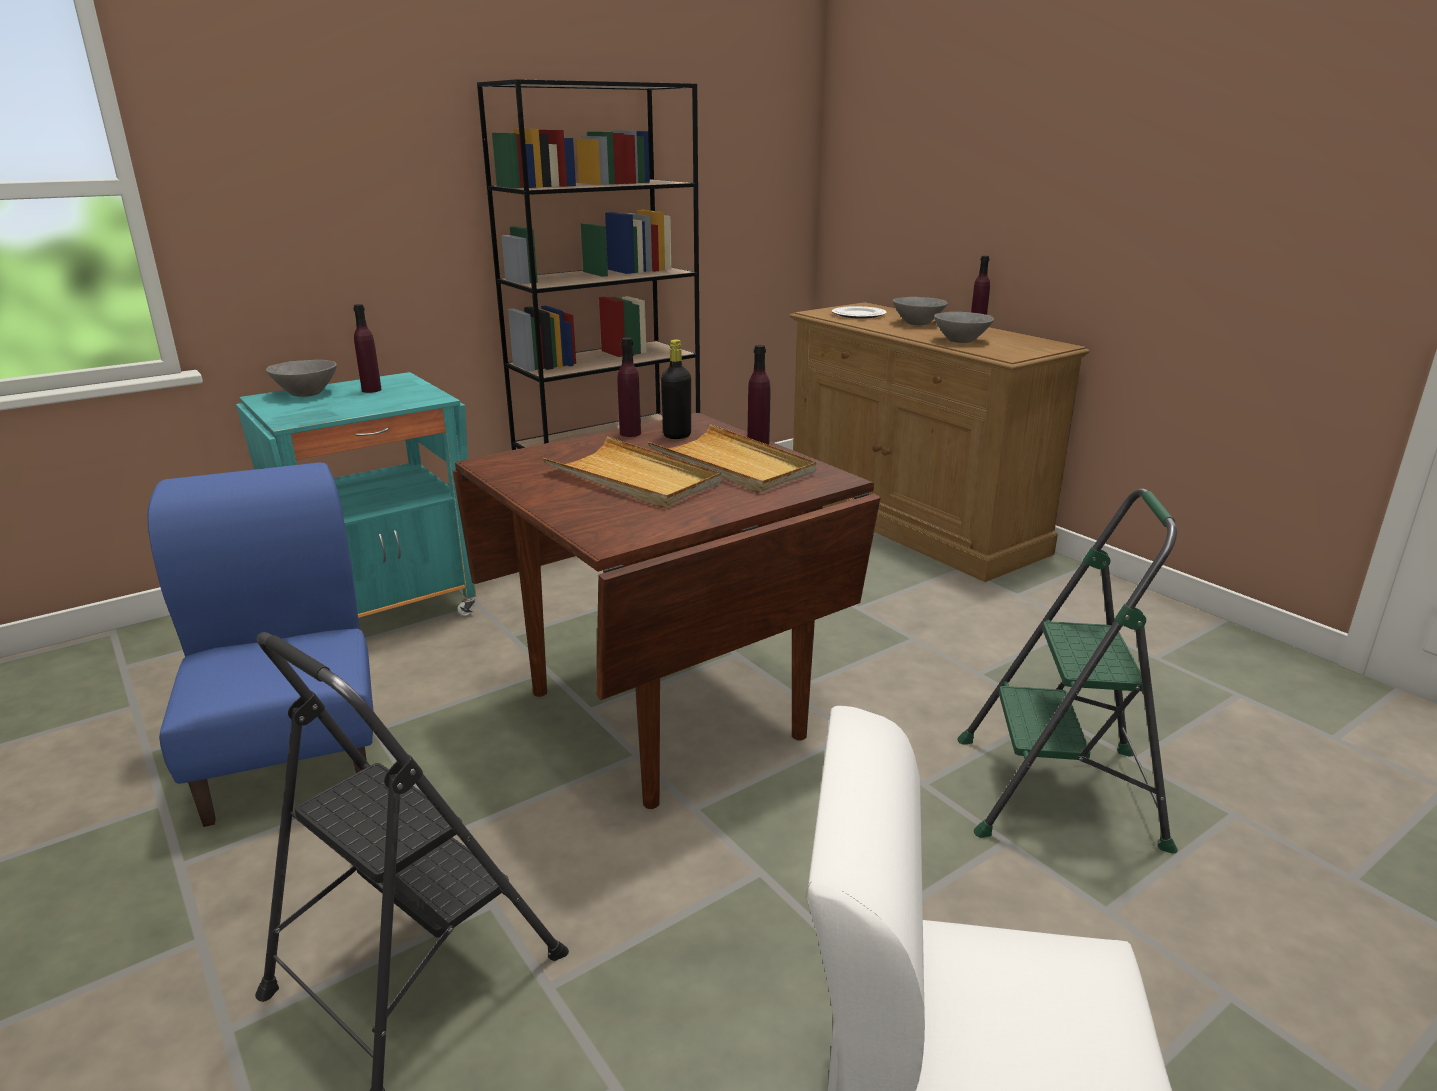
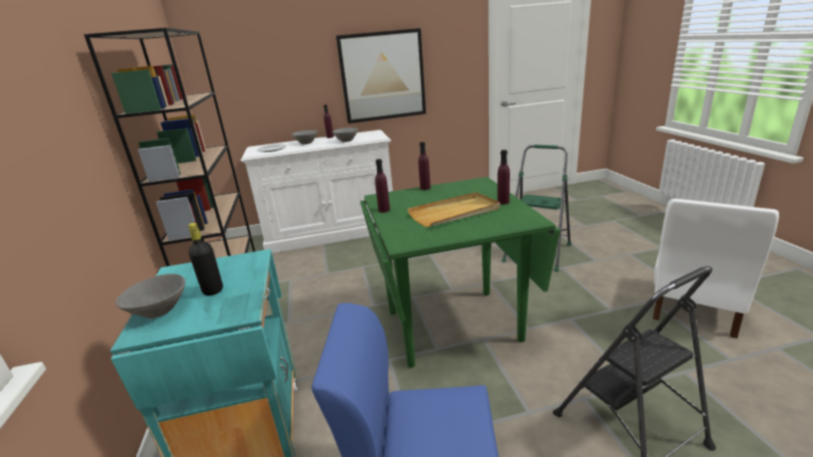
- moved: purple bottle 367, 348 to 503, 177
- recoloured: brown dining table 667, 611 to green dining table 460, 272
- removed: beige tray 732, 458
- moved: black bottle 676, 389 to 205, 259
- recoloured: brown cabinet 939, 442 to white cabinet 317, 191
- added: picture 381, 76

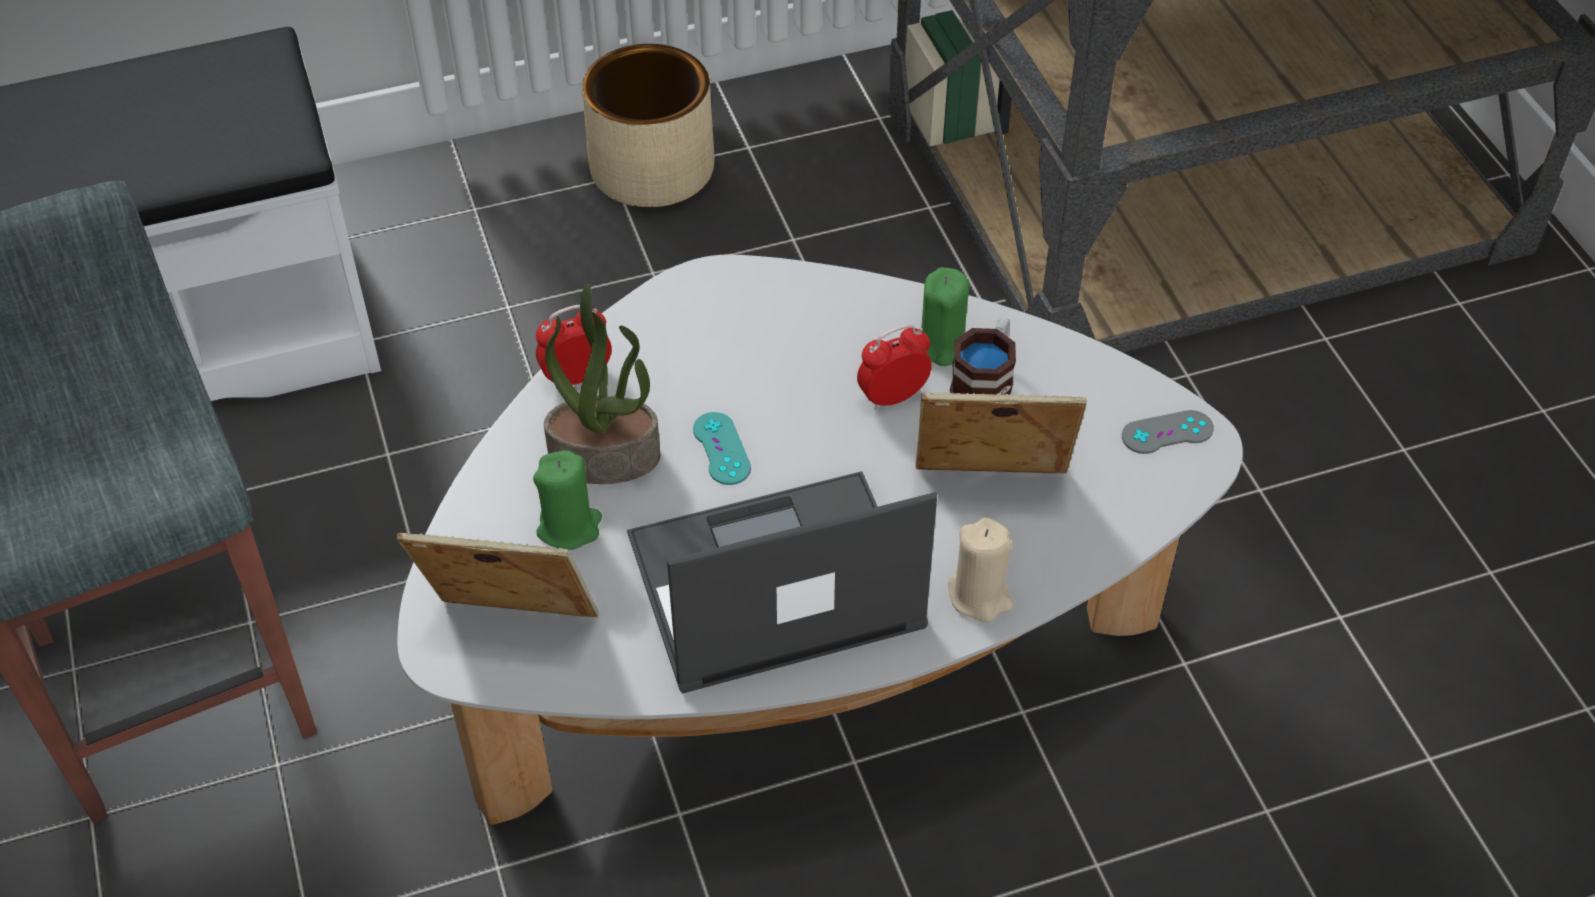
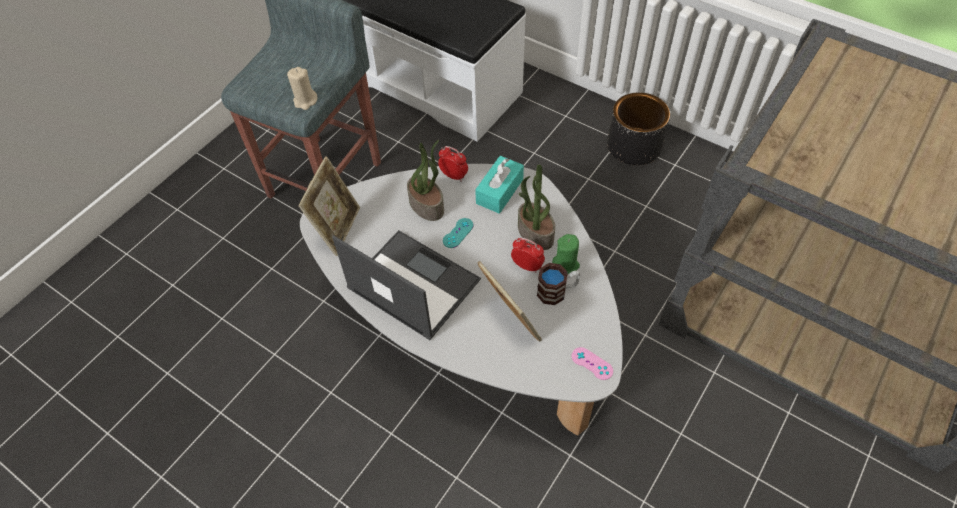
- turned: picture frame 498, 575 = 329, 206 45 degrees clockwise
- removed: green candle 567, 500
- recoloured: beige planter 648, 126 to black planter 638, 128
- moved: beige candle 981, 569 to 302, 88
- recoloured: grey game controller 1168, 432 to pink game controller 592, 363
- added: turquoise tissue box 499, 185
- added: potted plant 536, 207

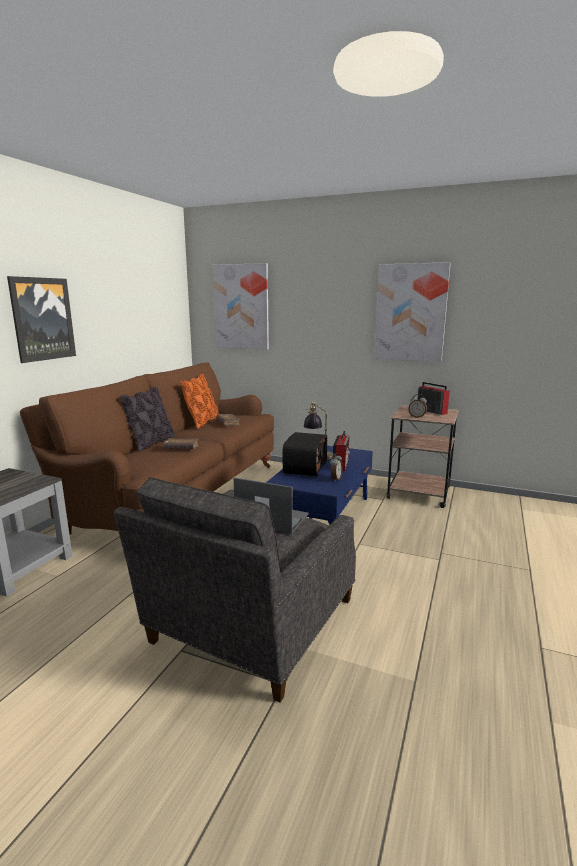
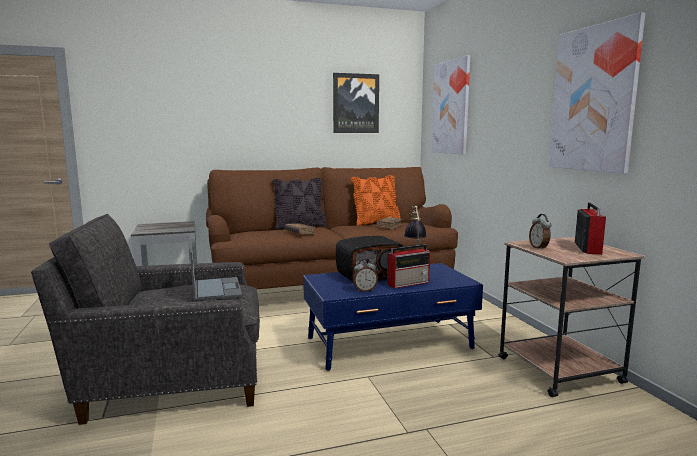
- moved: picture 41, 319 to 356, 103

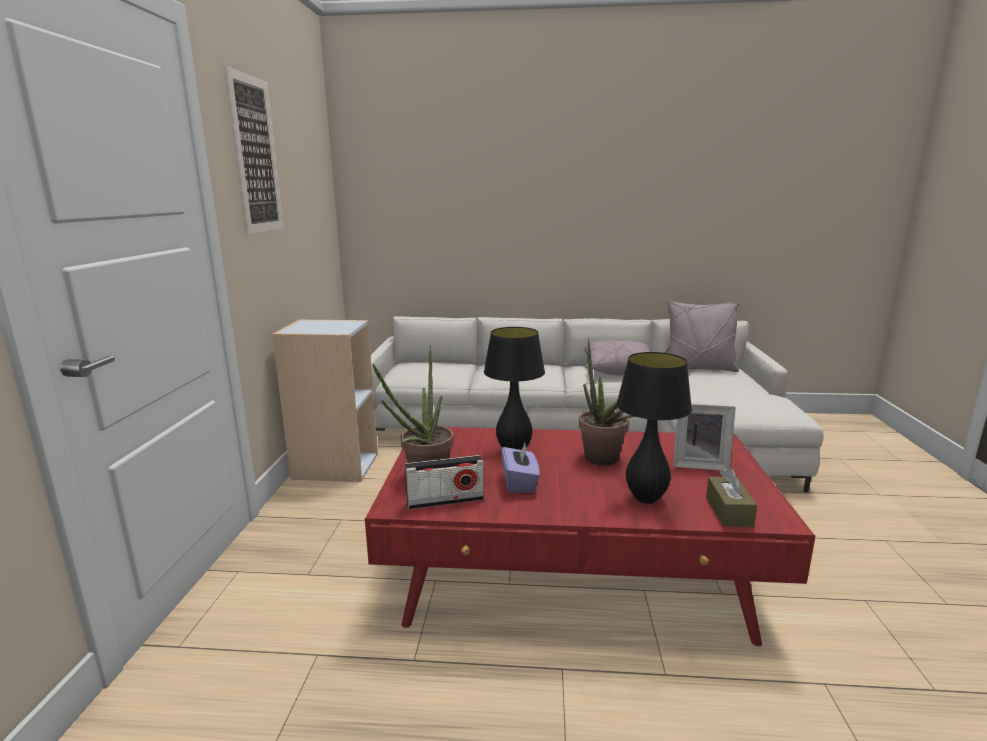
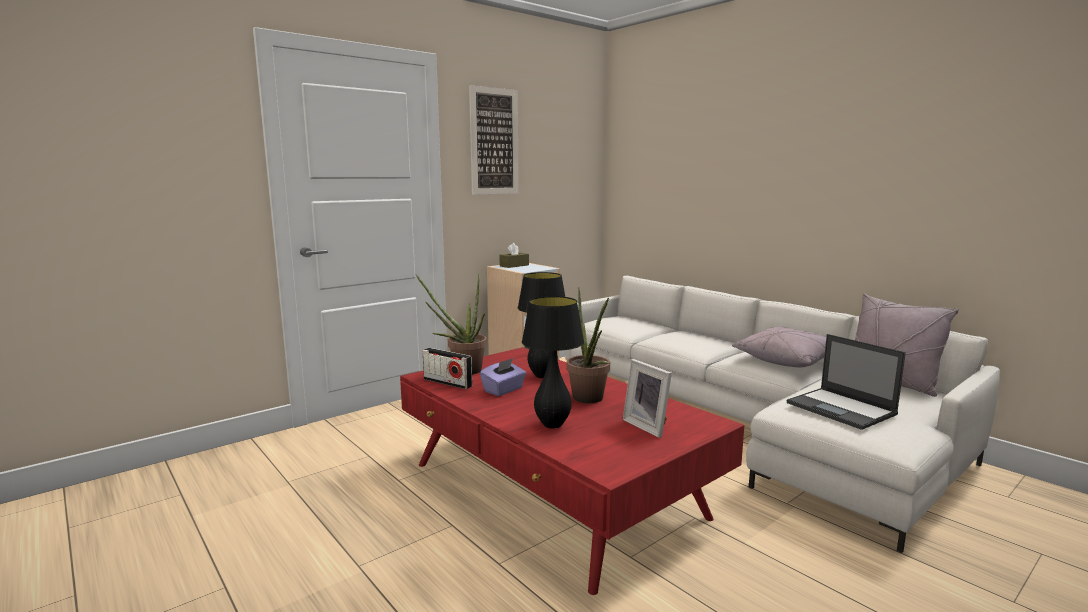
- moved: brown tissue box 731, 497 to 514, 255
- added: laptop 846, 382

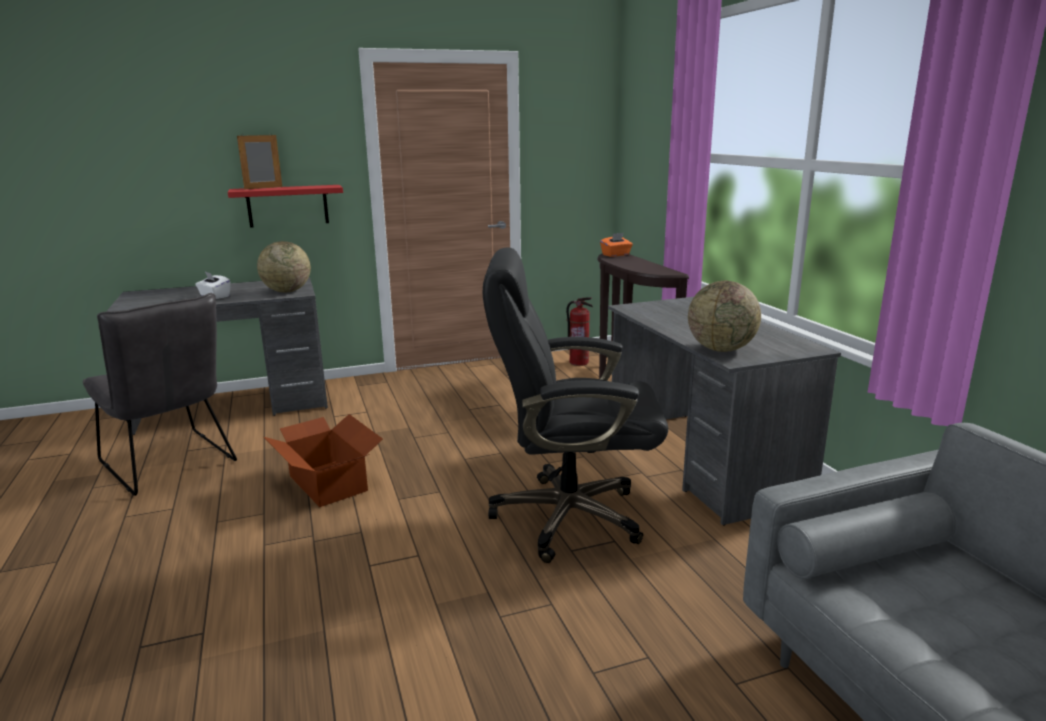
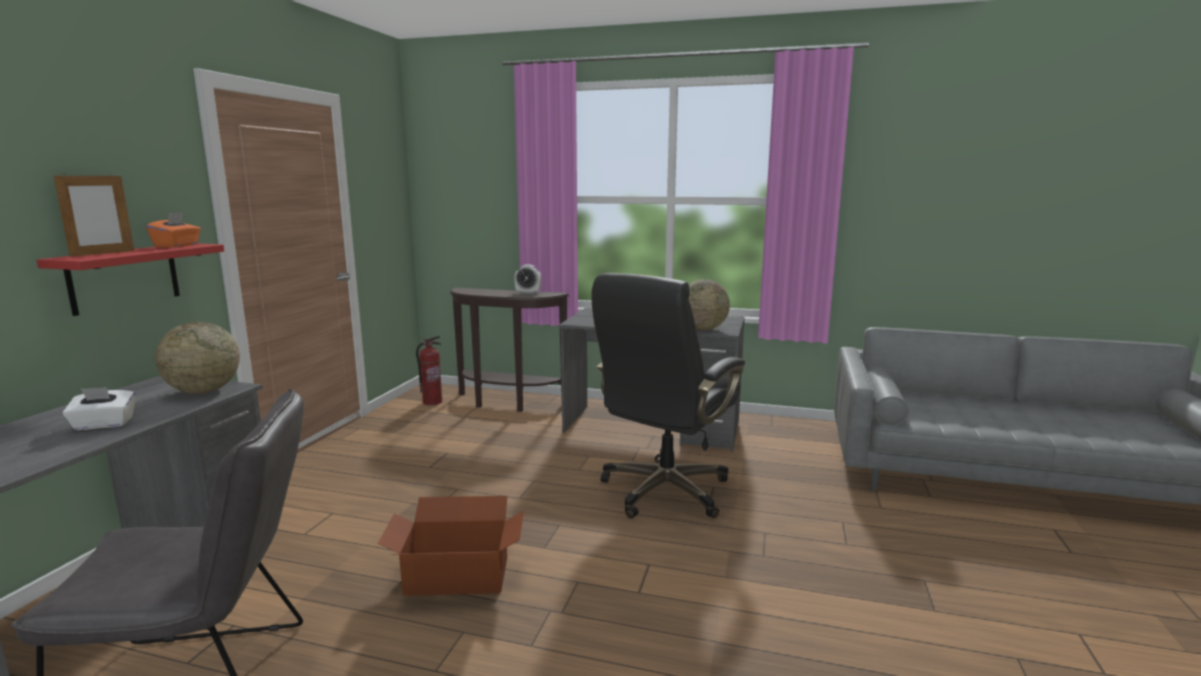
- turned: picture frame 259, 162 = 94, 215 150 degrees counterclockwise
- moved: orange tissue box 616, 245 to 173, 229
- added: alarm clock 527, 279

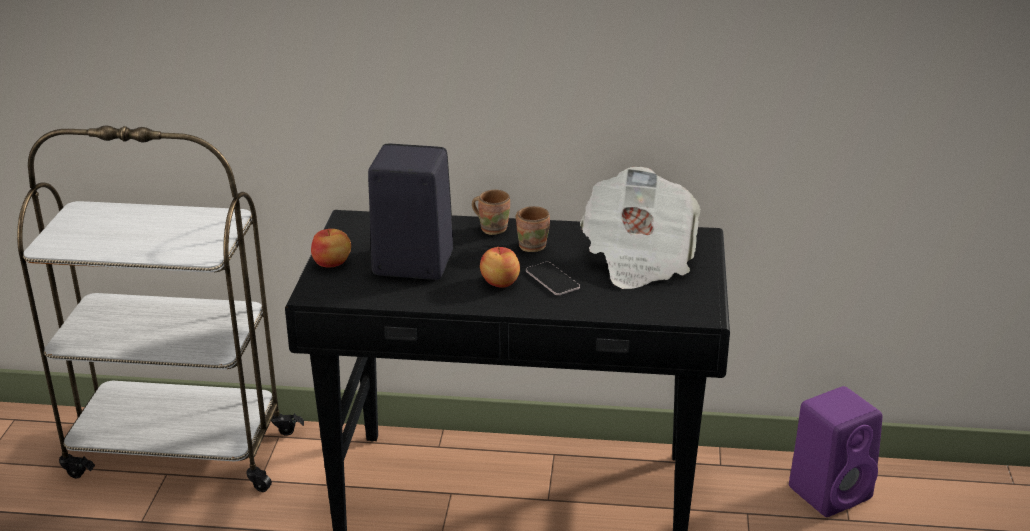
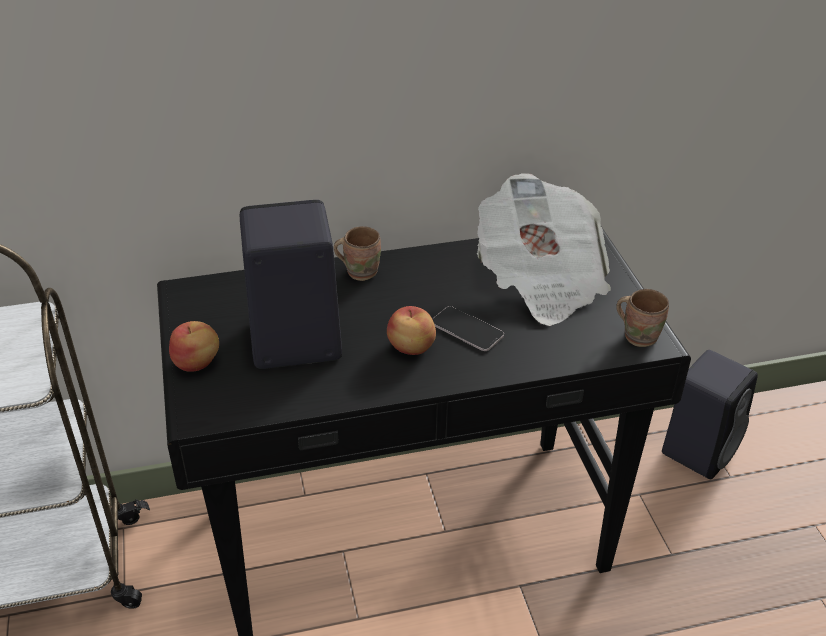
- moved: brown mug 532, 229 to 642, 318
- recoloured: purple speaker 835, 451 to black speaker 710, 414

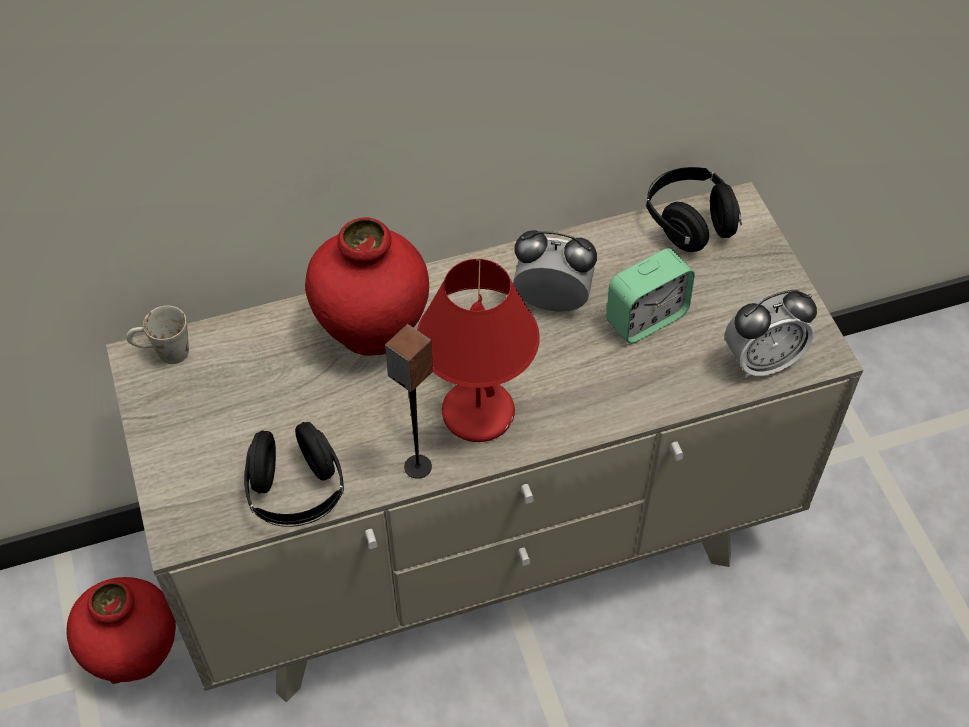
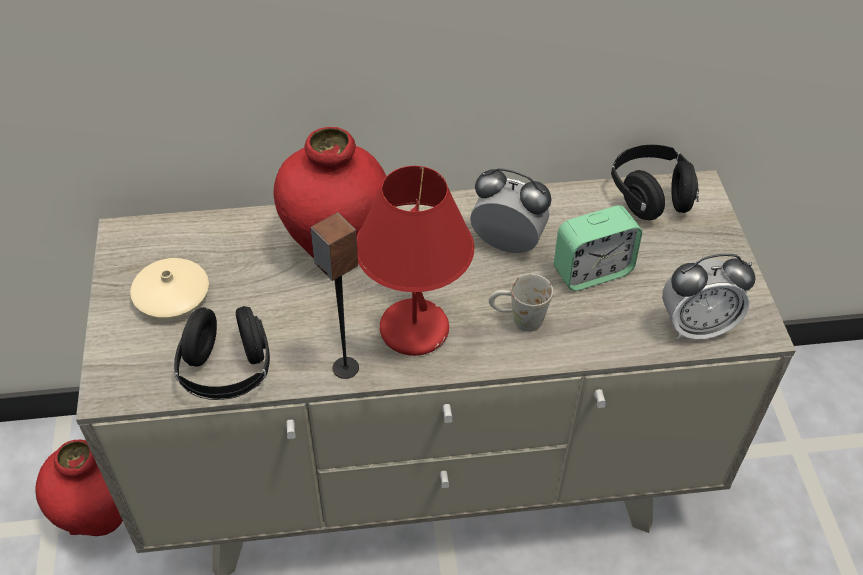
- moved: white mug 157, 335 to 521, 303
- added: beige vase 169, 288

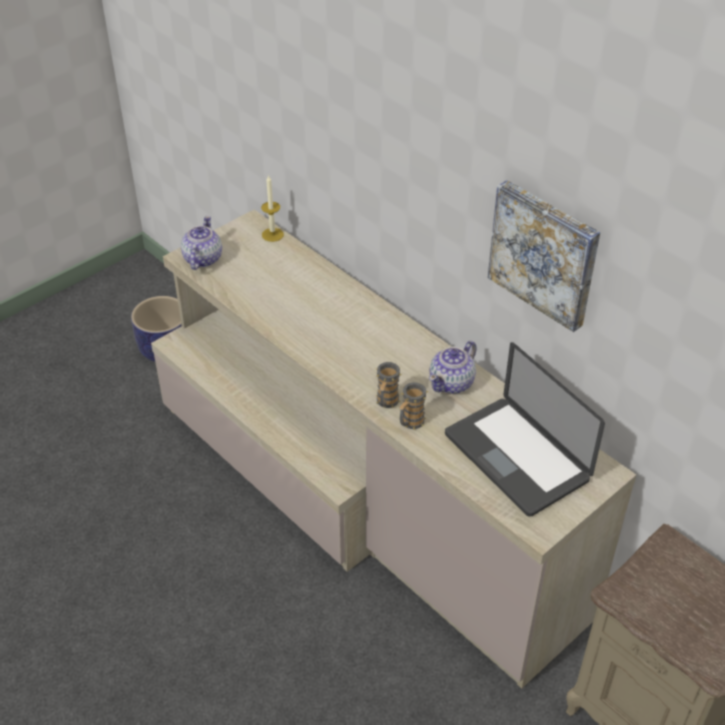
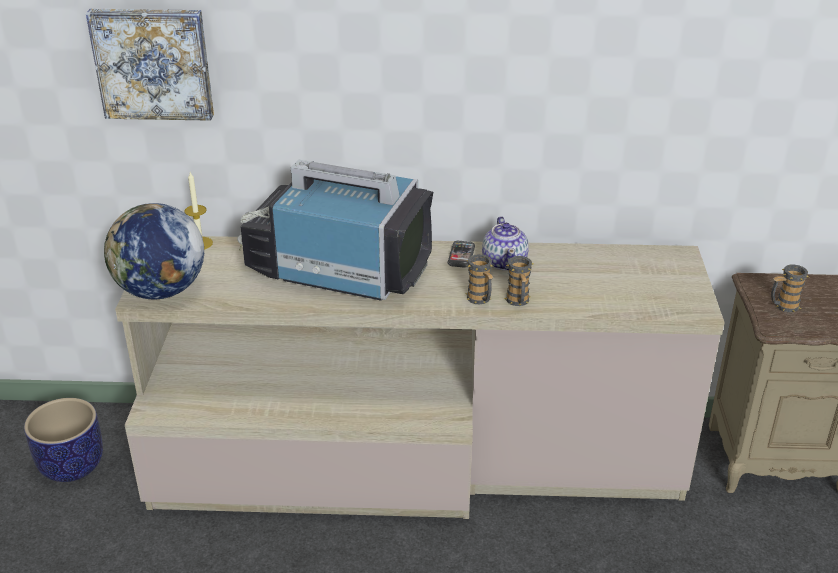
- replaced: teapot 201, 243 to globe 154, 251
- removed: laptop 525, 429
- moved: picture 544, 256 to 150, 65
- added: television 335, 230
- added: phone 461, 254
- added: mug 790, 289

